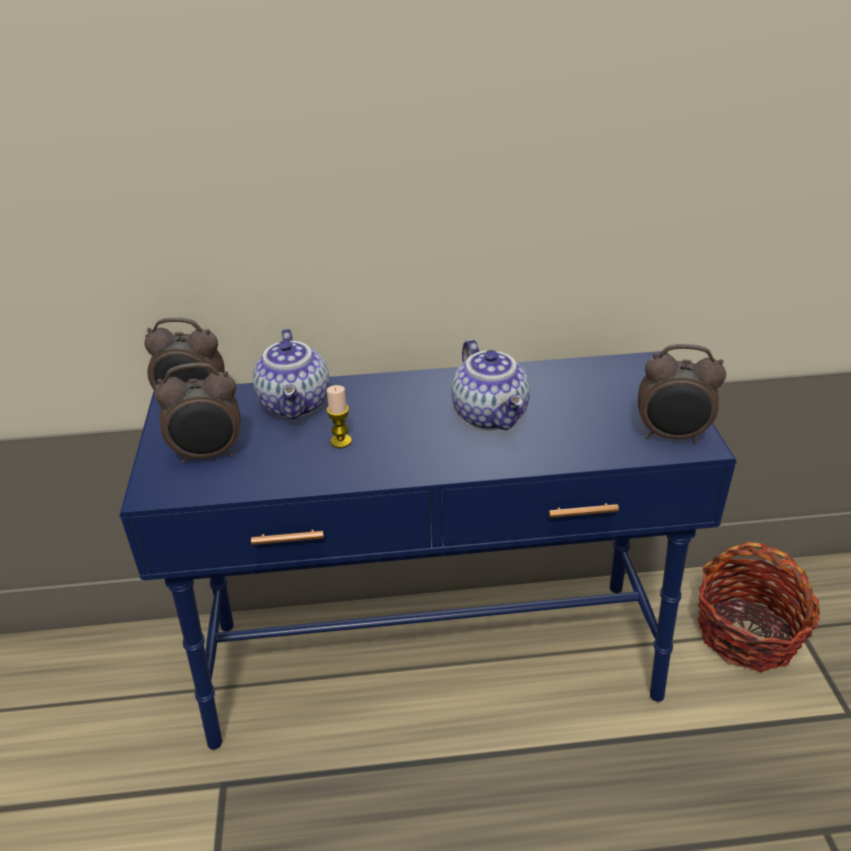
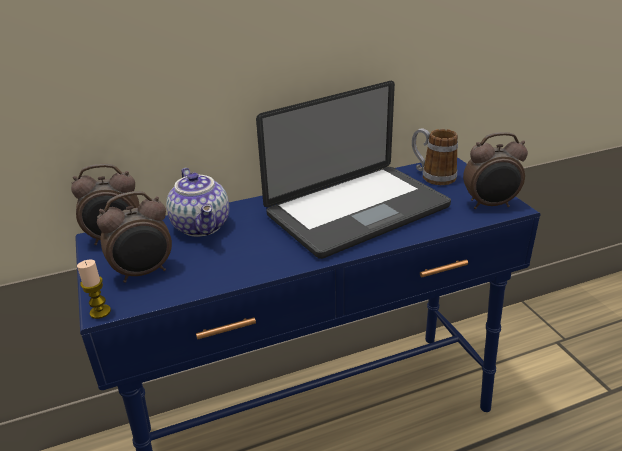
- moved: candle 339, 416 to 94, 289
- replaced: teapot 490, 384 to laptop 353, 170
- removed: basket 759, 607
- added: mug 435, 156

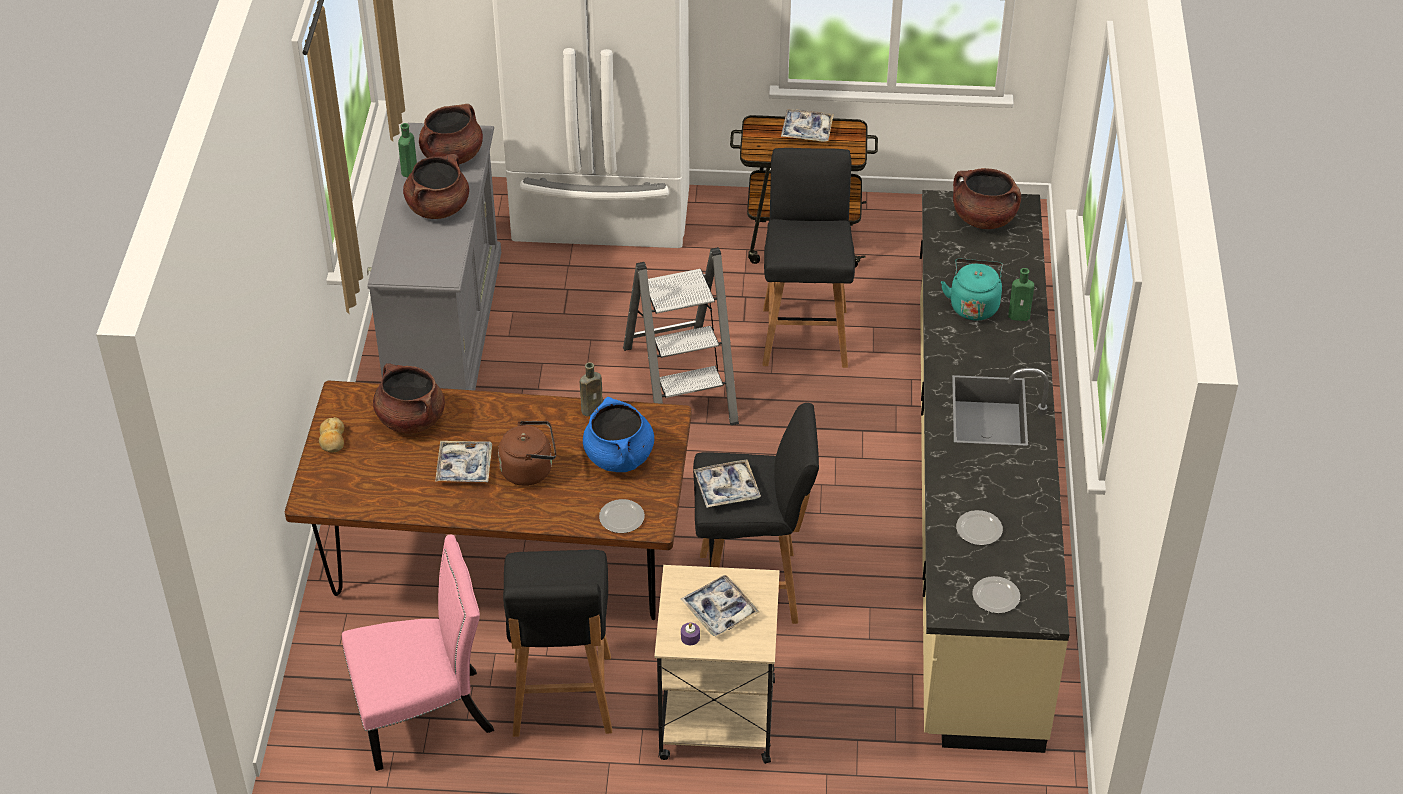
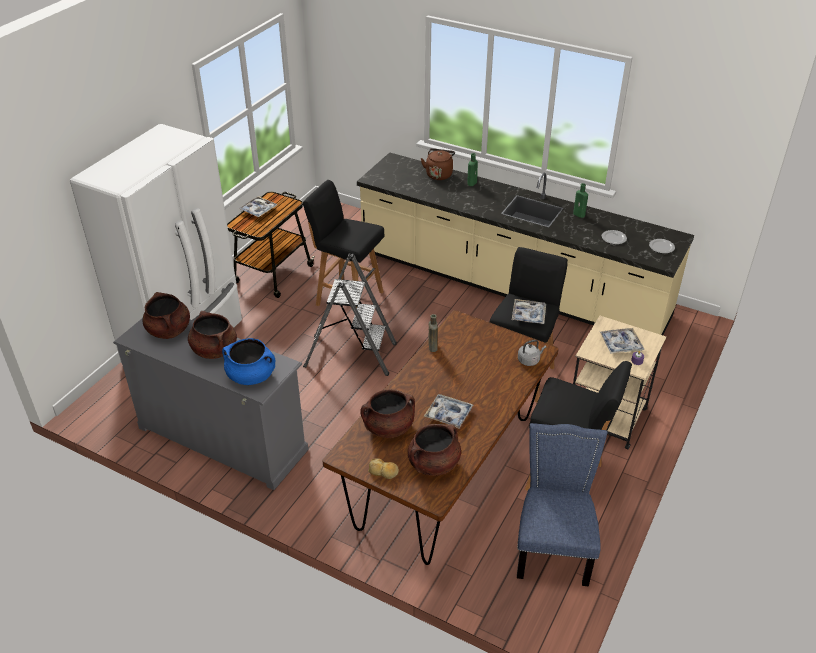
- recoloured: pink chair 418, 652 to blue chair 562, 504
- moved: green bottle 407, 150 to 580, 200
- moved: brown kettle 527, 453 to 438, 164
- moved: blue cooking pot 618, 434 to 249, 361
- replaced: plate 622, 516 to grey kettle 532, 353
- removed: turquoise kettle 972, 289
- moved: brown cooking pot 987, 198 to 434, 450

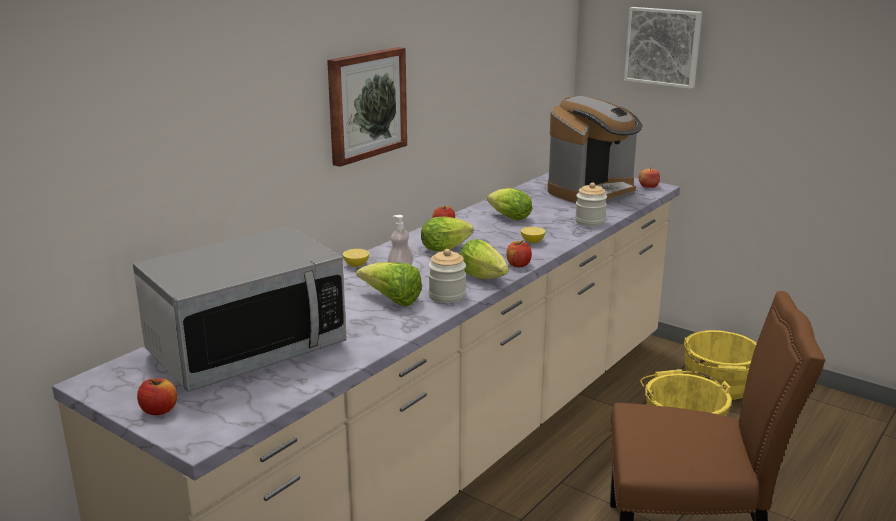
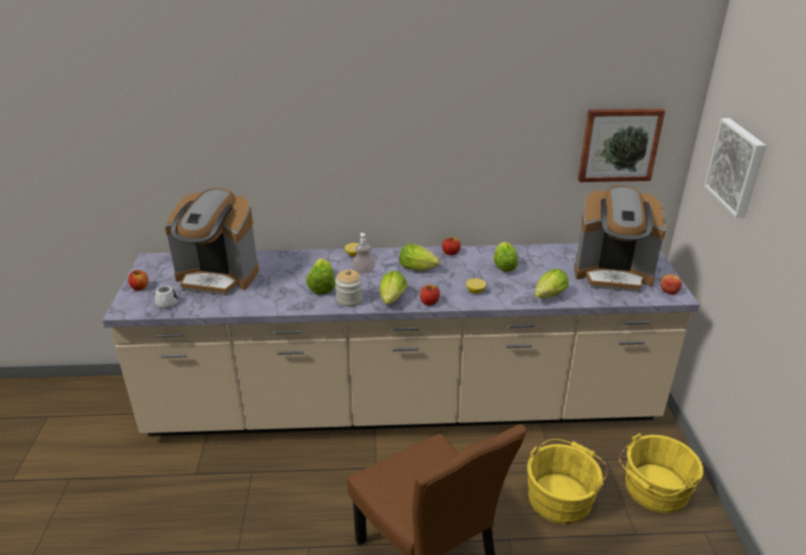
- replaced: microwave 240, 309 to coffee machine 212, 242
- moved: picture 367, 107 to 621, 145
- replaced: jar 591, 204 to lettuce 551, 283
- added: white mug 166, 297

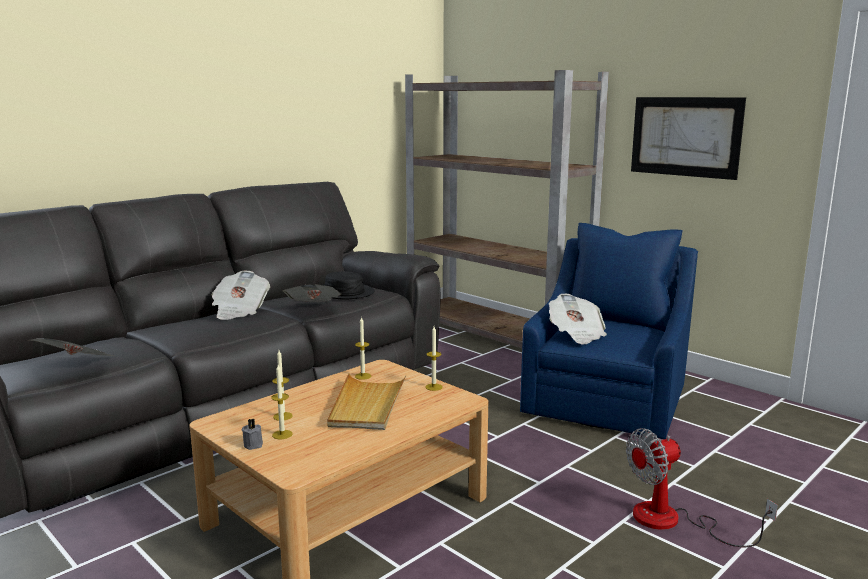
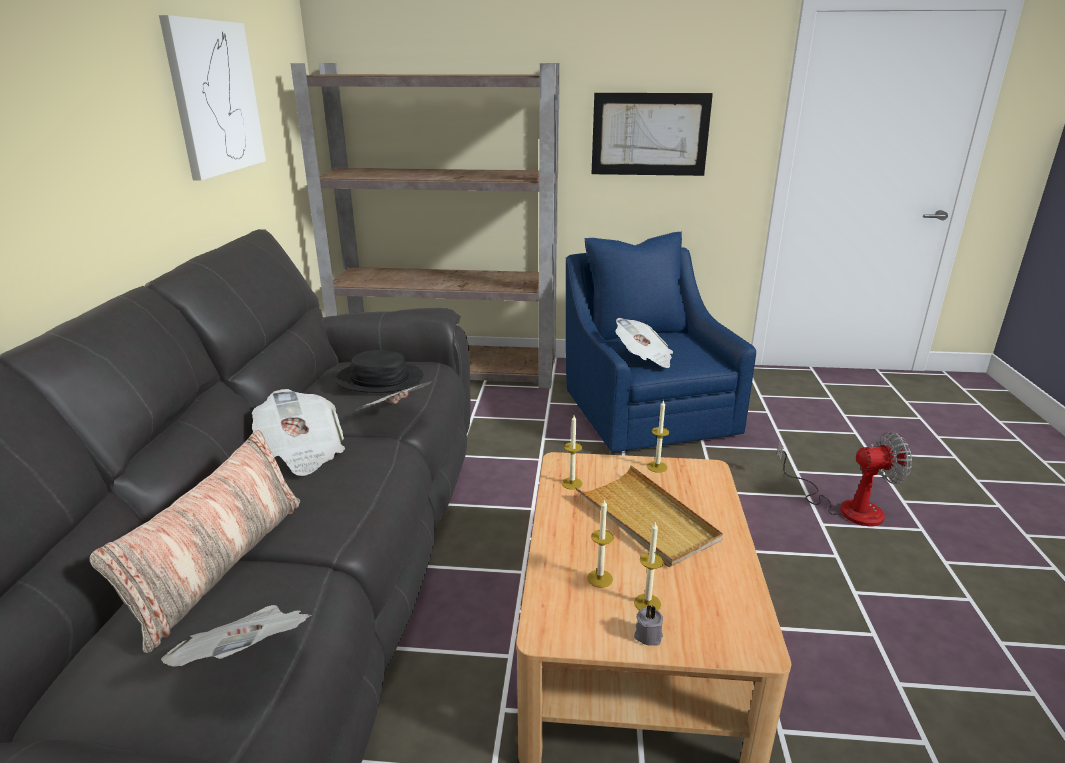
- turned: fan 702, 487 = 844, 478 120 degrees counterclockwise
- added: pillow 195, 541
- added: picture 212, 98

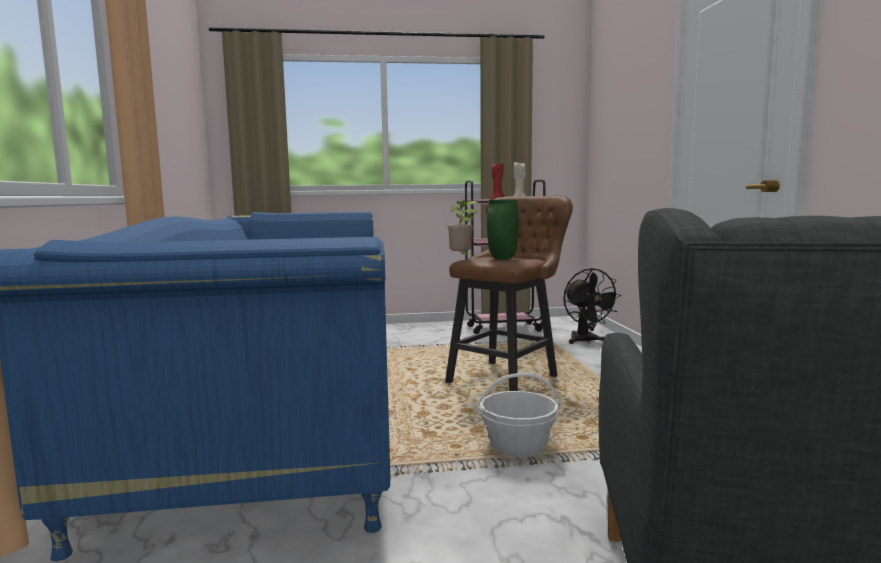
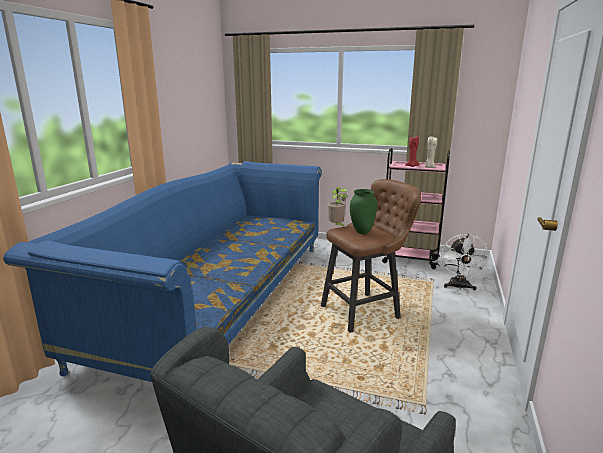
- removed: basket 518, 416
- recoloured: black fan 592, 306 to white fan 465, 262

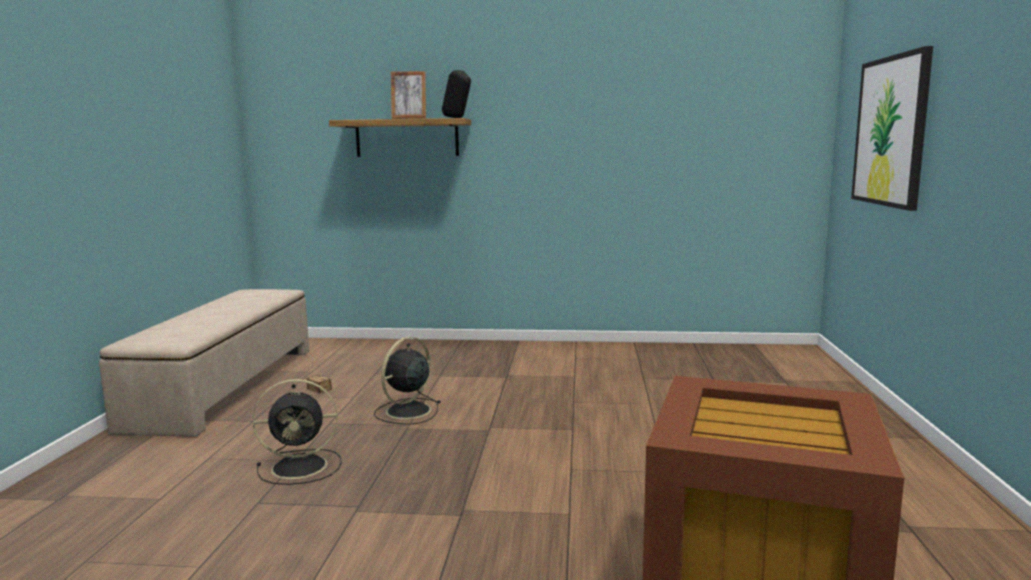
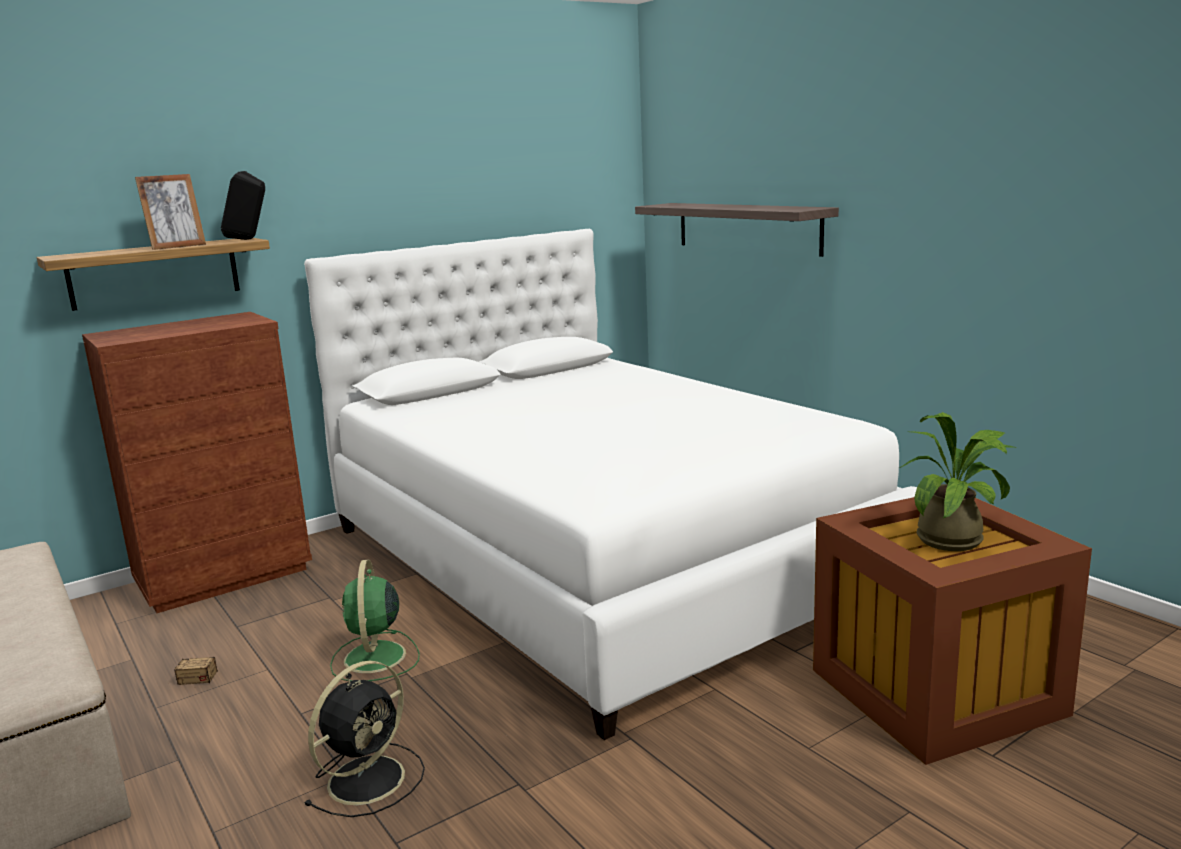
- recoloured: black fan 407, 380 to green fan 375, 620
- replaced: picture 892, 128 to shelf 737, 230
- added: brown dresser 197, 462
- added: white bed 610, 484
- added: potted plant 957, 481

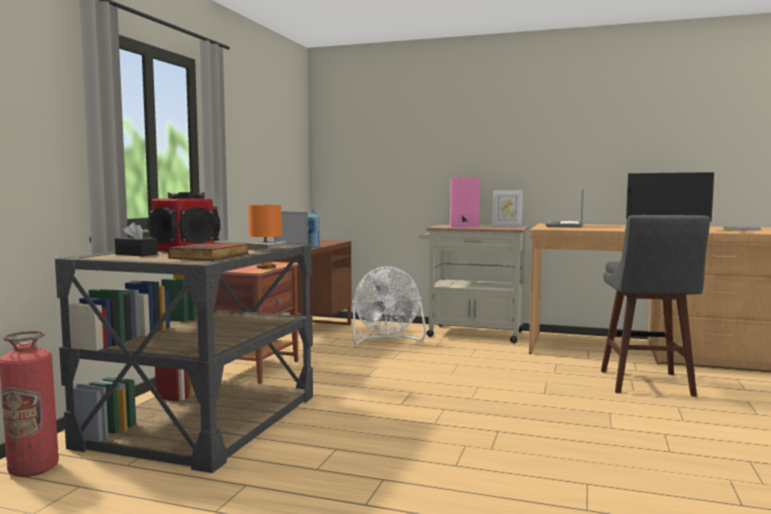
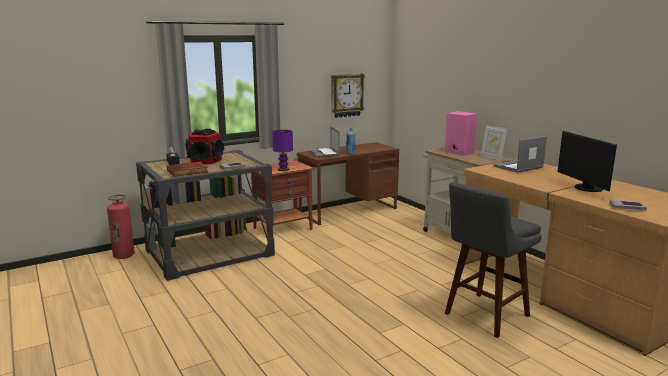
- recoloured: orange table lamp 265, 237 to purple table lamp 282, 150
- removed: white fan 389, 306
- added: wall clock 348, 96

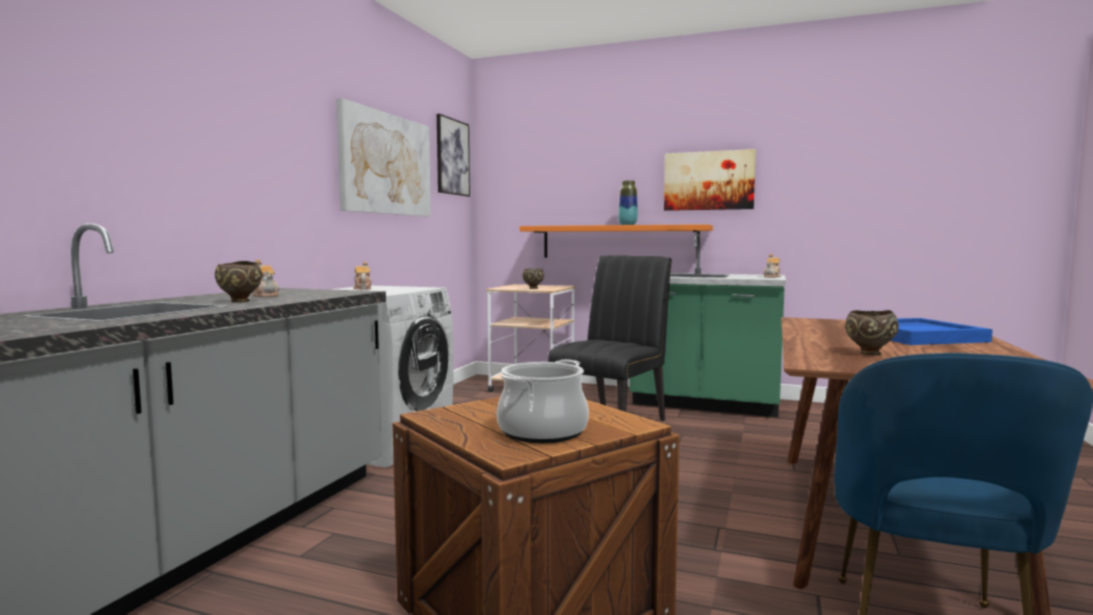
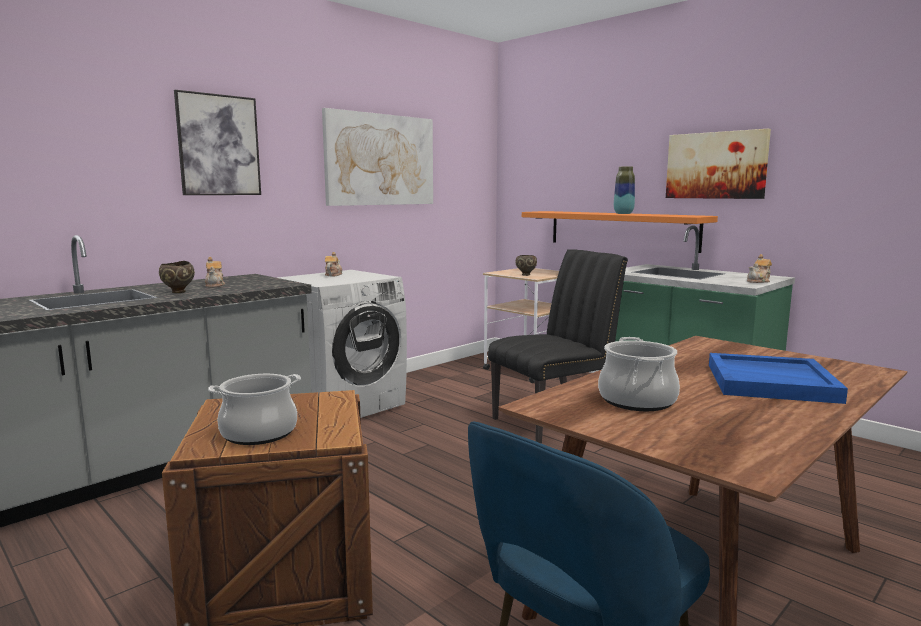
- moved: picture 453, 155 to 217, 142
- replaced: brown bowl 872, 332 to cooking pot 639, 374

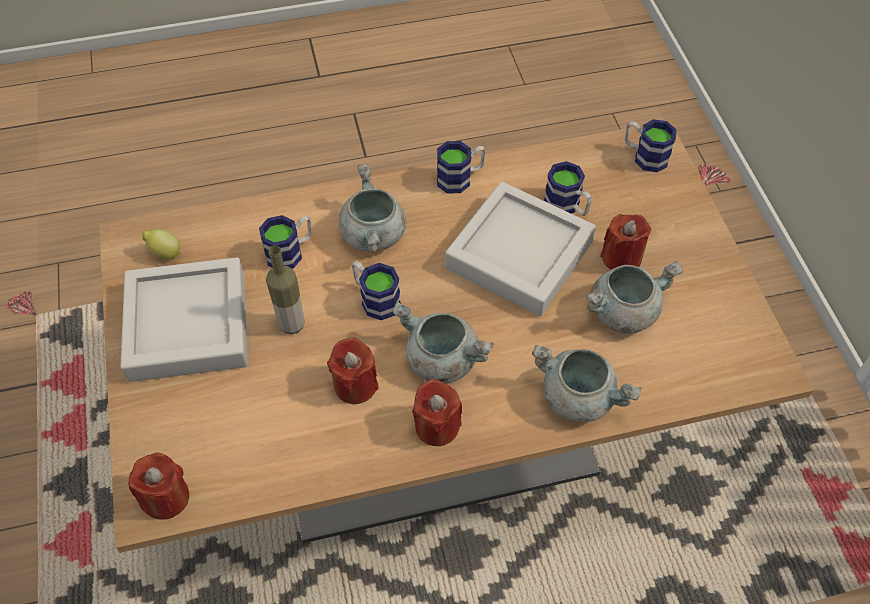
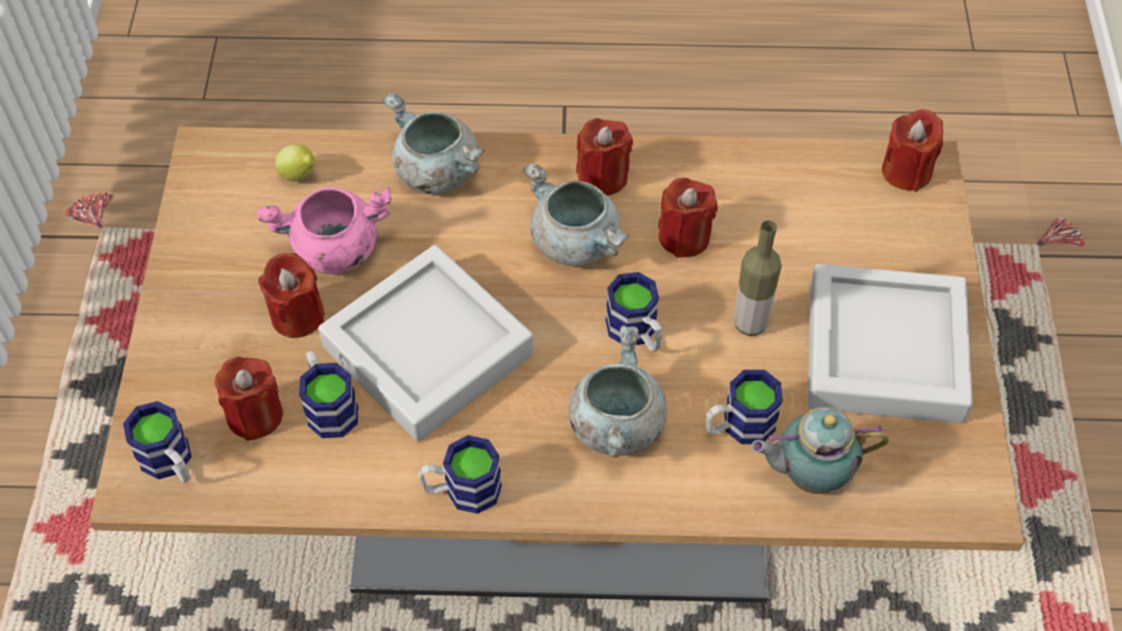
- moved: lemon 161, 244 to 295, 162
- recoloured: grey cooking pot 634, 297 to pink cooking pot 324, 230
- added: red candle 249, 399
- added: teapot 820, 450

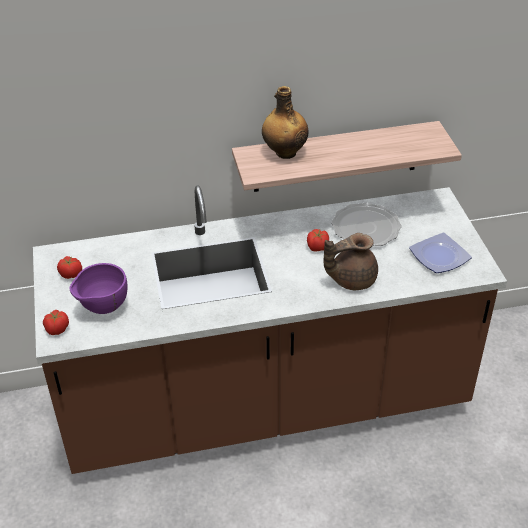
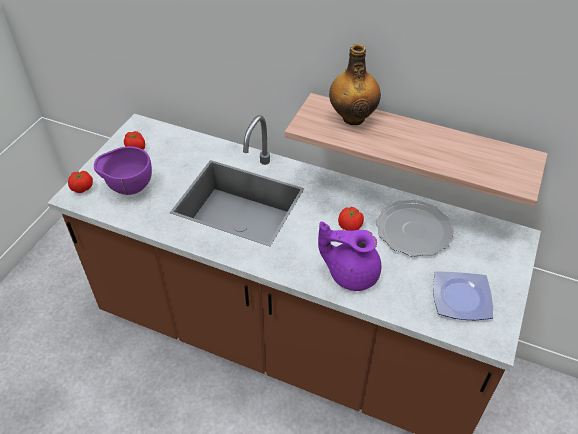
- recoloured: brown teapot 350, 261 to purple teapot 349, 256

